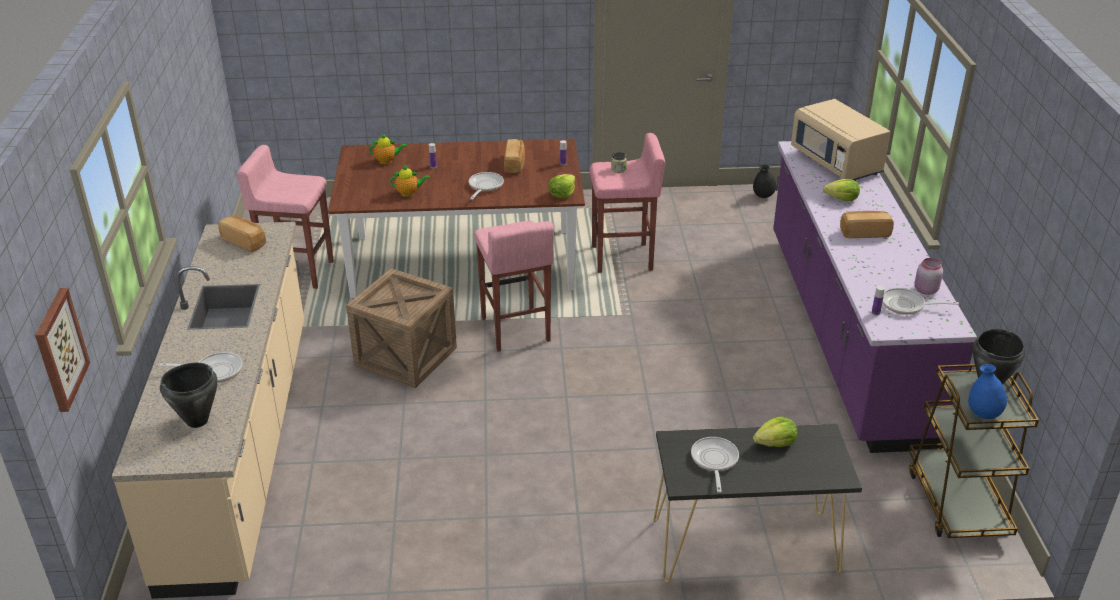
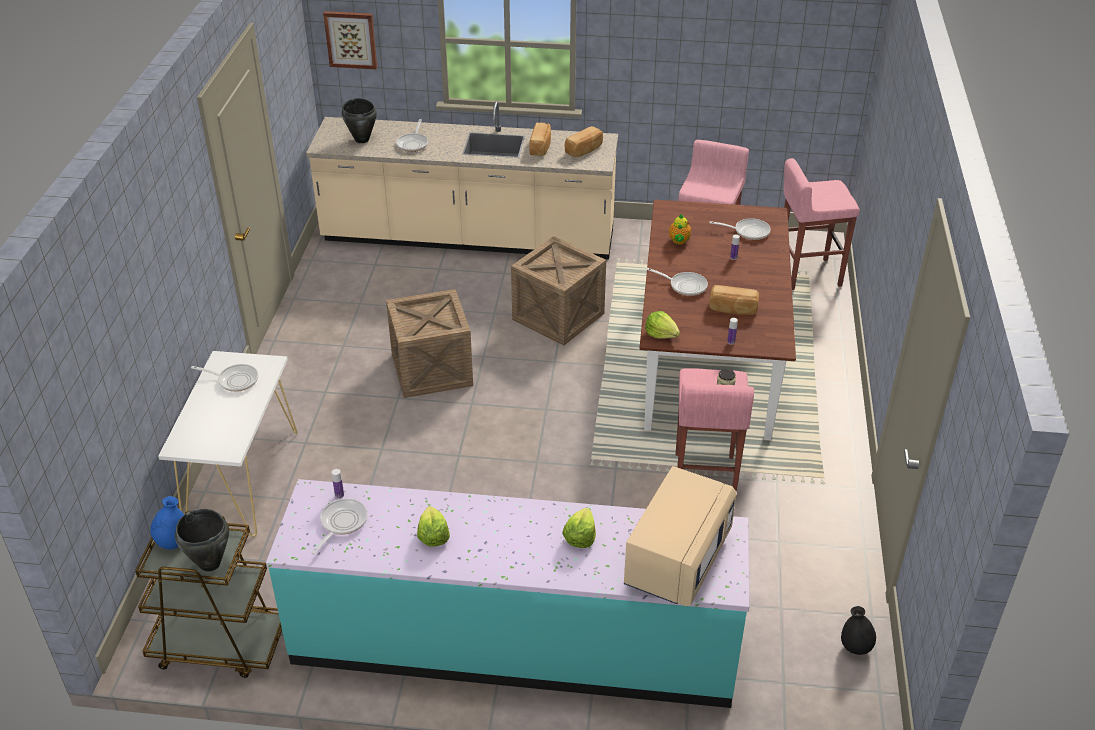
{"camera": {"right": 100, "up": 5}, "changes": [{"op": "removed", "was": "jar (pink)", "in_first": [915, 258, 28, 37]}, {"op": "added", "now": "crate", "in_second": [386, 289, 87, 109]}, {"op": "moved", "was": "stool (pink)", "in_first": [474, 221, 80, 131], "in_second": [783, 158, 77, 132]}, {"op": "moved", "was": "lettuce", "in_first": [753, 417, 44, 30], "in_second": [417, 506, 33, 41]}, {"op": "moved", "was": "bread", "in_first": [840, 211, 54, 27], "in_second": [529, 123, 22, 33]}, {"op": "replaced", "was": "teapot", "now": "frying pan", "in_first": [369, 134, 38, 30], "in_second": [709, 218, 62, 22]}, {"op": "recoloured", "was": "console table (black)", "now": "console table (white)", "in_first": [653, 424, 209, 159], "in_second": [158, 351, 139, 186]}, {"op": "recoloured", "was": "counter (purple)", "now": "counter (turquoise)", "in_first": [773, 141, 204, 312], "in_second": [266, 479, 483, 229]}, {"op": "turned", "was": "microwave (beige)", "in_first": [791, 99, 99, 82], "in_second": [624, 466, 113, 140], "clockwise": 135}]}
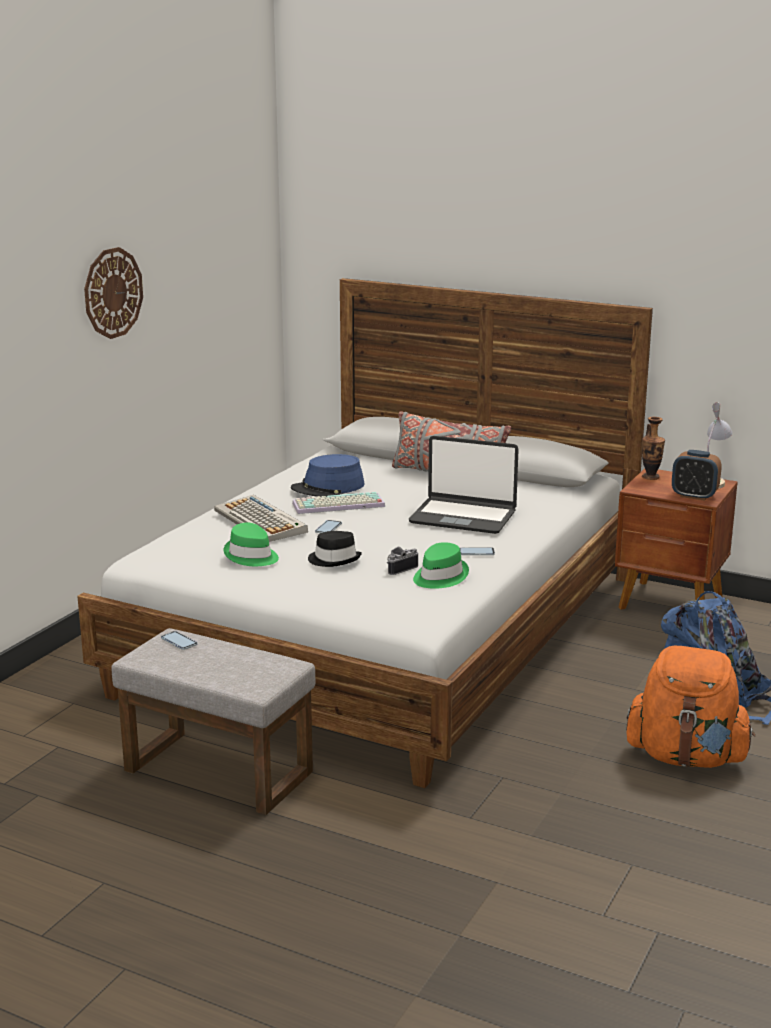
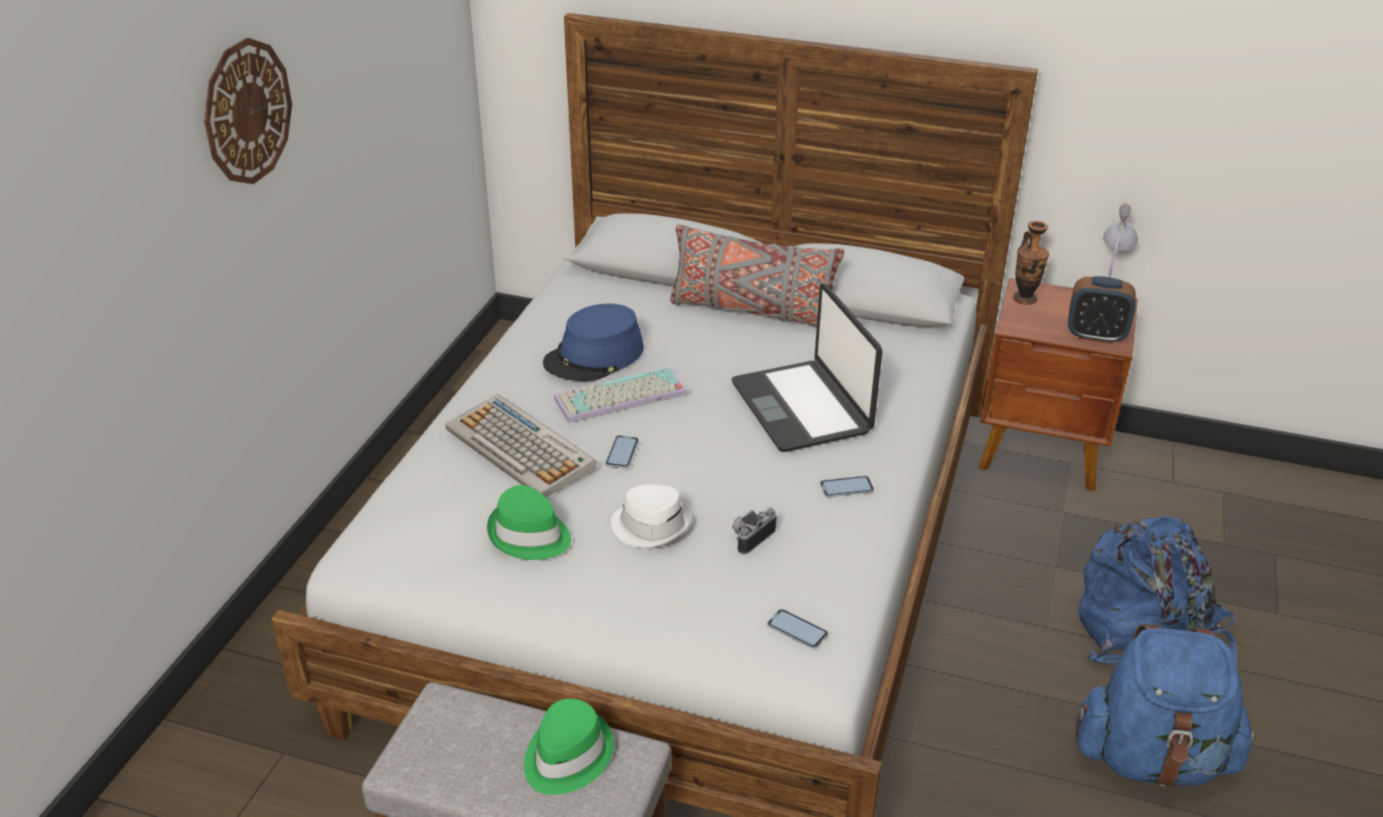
{"camera": {"right": -10, "up": 15}, "changes": [{"op": "moved", "was": "phone", "in_first": [161, 631, 37, 19], "in_second": [767, 609, 61, 40]}, {"op": "moved", "was": "hat (green)", "in_first": [413, 542, 56, 46], "in_second": [524, 699, 90, 96]}, {"op": "recoloured", "was": "hat (black)", "now": "hat (white)", "in_first": [308, 531, 54, 36], "in_second": [611, 484, 81, 64]}, {"op": "recoloured", "was": "backpack (orange)", "now": "backpack (blue)", "in_first": [626, 646, 129, 122], "in_second": [1075, 624, 181, 162]}, {"op": "turned", "was": "laptop", "in_first": [409, 436, 110, 98], "in_second": [732, 283, 150, 169], "clockwise": 60}]}
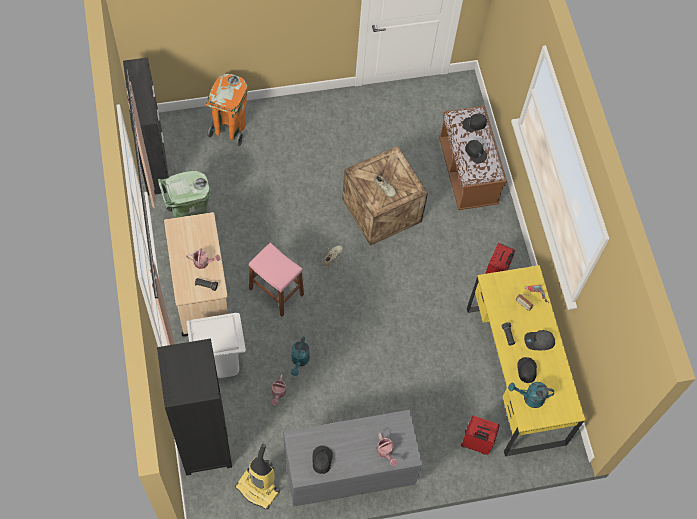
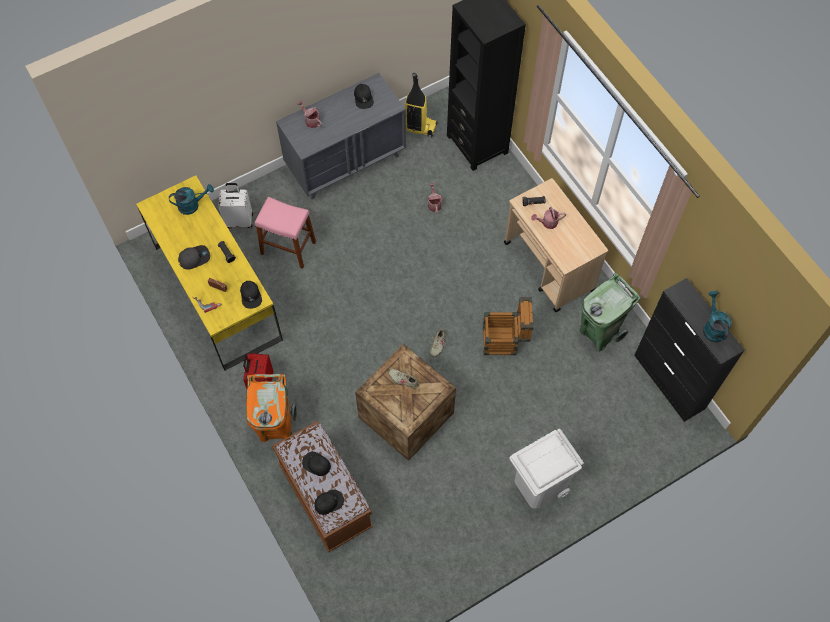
{"camera": {"right": 165, "up": 0}, "changes": [{"op": "added", "now": "crate", "in_second": [483, 297, 51, 58]}, {"op": "moved", "was": "trash can (white)", "in_first": [186, 313, 60, 65], "in_second": [509, 429, 75, 80]}, {"op": "moved", "was": "trash can (orange)", "in_first": [205, 74, 43, 73], "in_second": [246, 374, 51, 68]}, {"op": "moved", "was": "stool (pink)", "in_first": [249, 243, 55, 73], "in_second": [255, 197, 61, 72]}, {"op": "moved", "was": "watering can (turquoise)", "in_first": [291, 336, 19, 40], "in_second": [703, 291, 28, 51]}, {"op": "moved", "was": "cap (black)", "in_first": [518, 357, 19, 26], "in_second": [240, 281, 22, 28]}, {"op": "recoloured", "was": "suitcase (red)", "now": "suitcase (white)", "in_first": [461, 416, 39, 39], "in_second": [218, 183, 35, 46]}]}
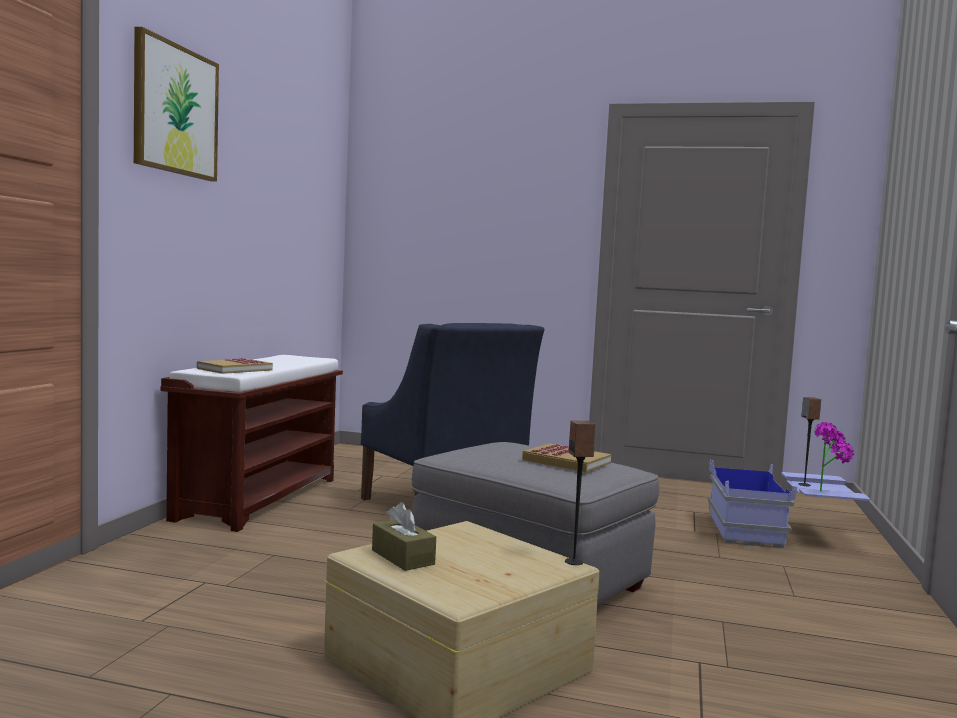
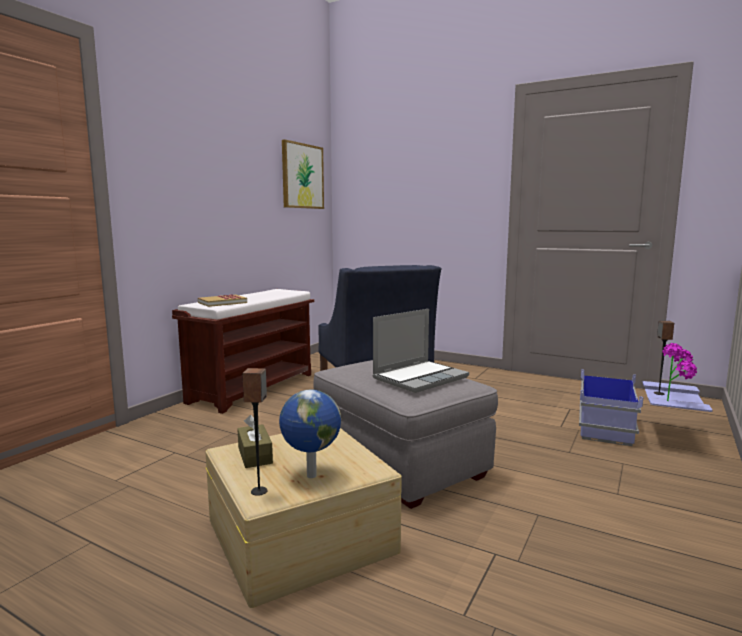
{"camera": {"right": 15, "up": 5}, "changes": [{"op": "added", "now": "globe", "in_second": [279, 390, 62, 88]}, {"op": "moved", "was": "picture", "in_first": [134, 27, 85, 154], "in_second": [282, 139, 42, 70]}, {"op": "moved", "was": "speaker", "in_first": [565, 421, 31, 144], "in_second": [243, 368, 24, 128]}, {"op": "replaced", "was": "book", "now": "laptop", "in_first": [522, 443, 89, 30], "in_second": [372, 309, 97, 84]}]}
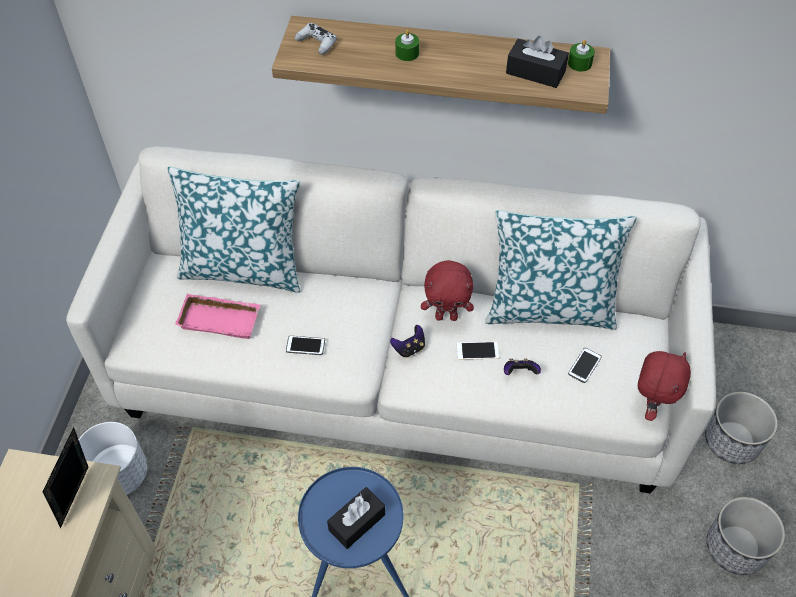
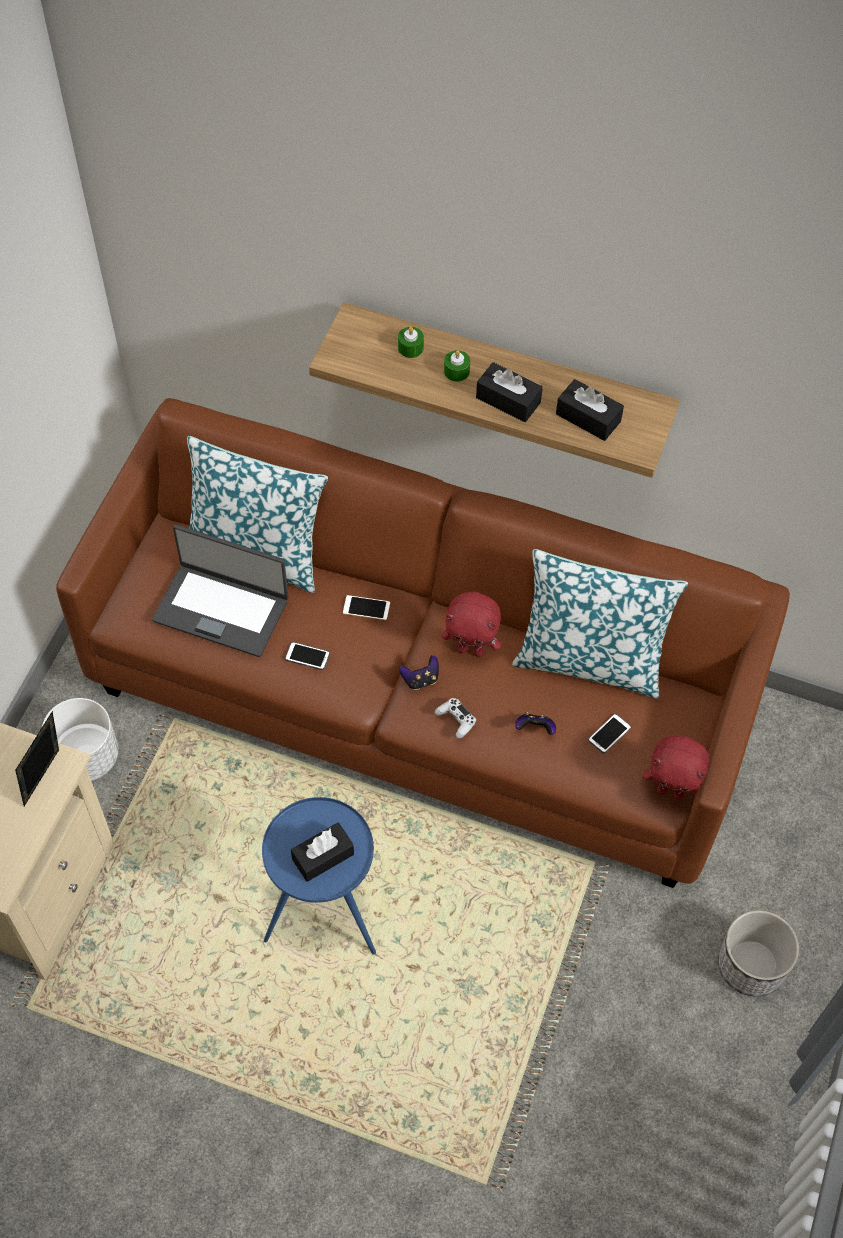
{"camera": {"right": 10, "up": 5}, "changes": [{"op": "removed", "was": "planter", "in_first": [705, 392, 73, 72]}, {"op": "added", "now": "tissue box (black)", "in_second": [476, 362, 67, 60]}, {"op": "moved", "was": "game controller (white)", "in_first": [295, 23, 42, 32], "in_second": [434, 698, 42, 41]}, {"op": "moved", "was": "phone", "in_first": [457, 342, 42, 18], "in_second": [343, 595, 47, 25]}, {"op": "moved", "was": "candle (green)", "in_first": [568, 40, 27, 32], "in_second": [398, 327, 26, 31]}, {"op": "replaced", "was": "tray (pink)", "now": "laptop", "in_first": [175, 294, 85, 45], "in_second": [152, 524, 136, 133]}, {"op": "recoloured", "was": "sofa (white)", "now": "sofa (brown)", "in_first": [66, 146, 650, 347], "in_second": [56, 398, 734, 490]}, {"op": "turned", "was": "plush toy (red)", "in_first": [638, 351, 53, 70], "in_second": [643, 735, 66, 65], "clockwise": 75}]}
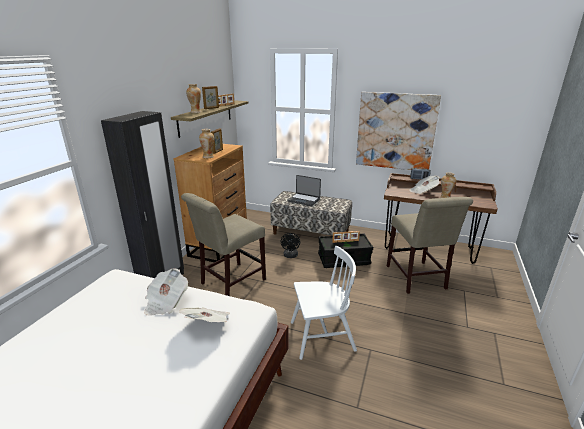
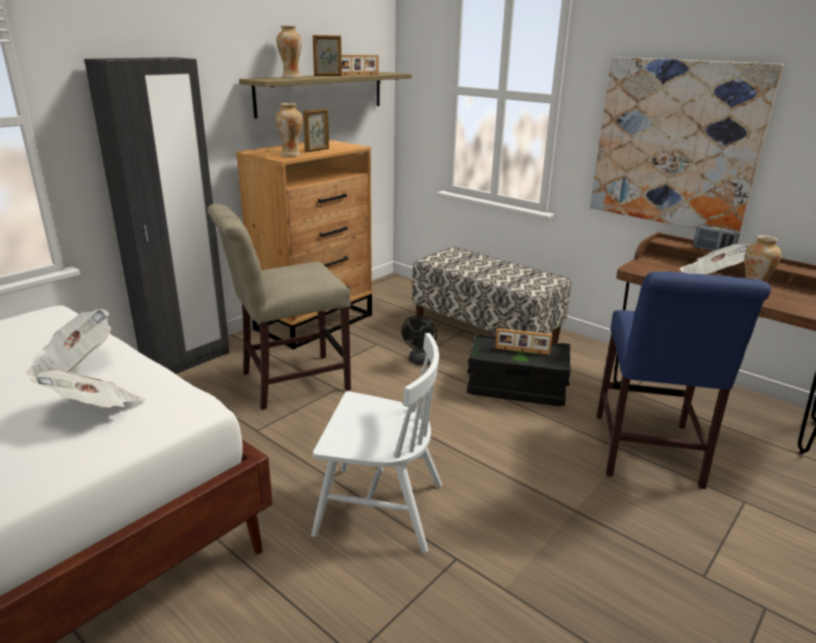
{"camera": {"right": 20, "up": 0}, "changes": [{"op": "removed", "was": "laptop", "in_first": [287, 175, 34, 31]}, {"op": "recoloured", "was": "chair (beige)", "now": "chair (blue)", "in_first": [387, 197, 86, 97], "in_second": [597, 271, 174, 218]}]}
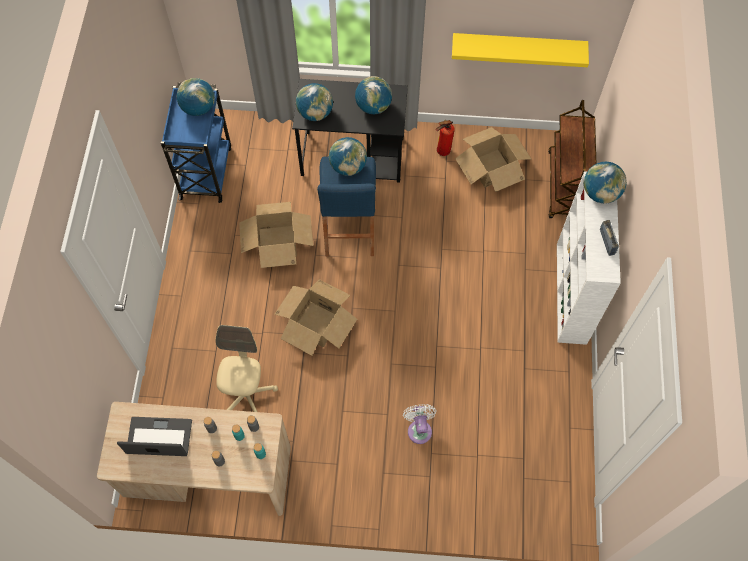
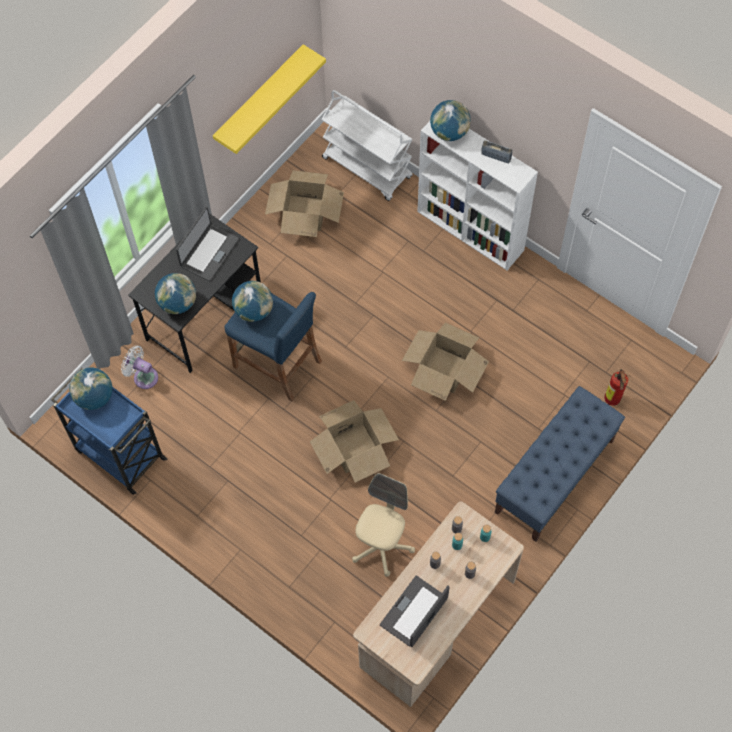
{"camera": {"right": -55, "up": 0}, "changes": [{"op": "added", "now": "bench (blue)", "in_second": [495, 386, 130, 156]}, {"op": "moved", "was": "cardboard box", "in_first": [239, 202, 75, 66], "in_second": [402, 322, 87, 79]}, {"op": "moved", "was": "fan (white)", "in_first": [403, 404, 33, 40], "in_second": [121, 346, 37, 43]}, {"op": "moved", "was": "fire extinguisher", "in_first": [435, 120, 20, 36], "in_second": [604, 369, 25, 37]}, {"op": "replaced", "was": "globe", "now": "laptop", "in_first": [355, 76, 37, 38], "in_second": [176, 207, 63, 74]}, {"op": "recoloured", "was": "cart (brown)", "now": "cart (white)", "in_first": [548, 100, 48, 118], "in_second": [322, 90, 91, 111]}, {"op": "turned", "was": "office chair (beige)", "in_first": [216, 325, 62, 87], "in_second": [352, 473, 63, 104], "clockwise": 75}]}
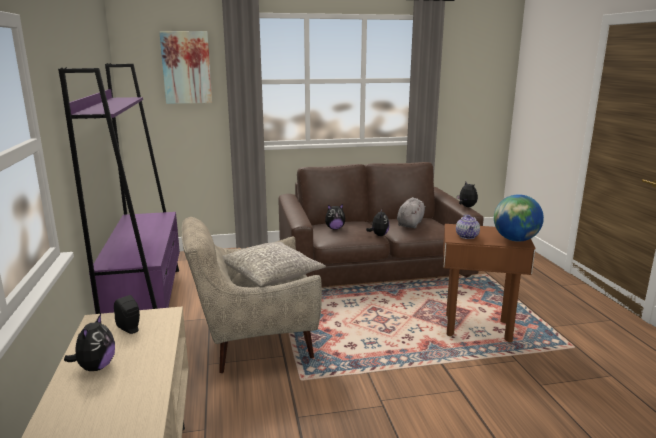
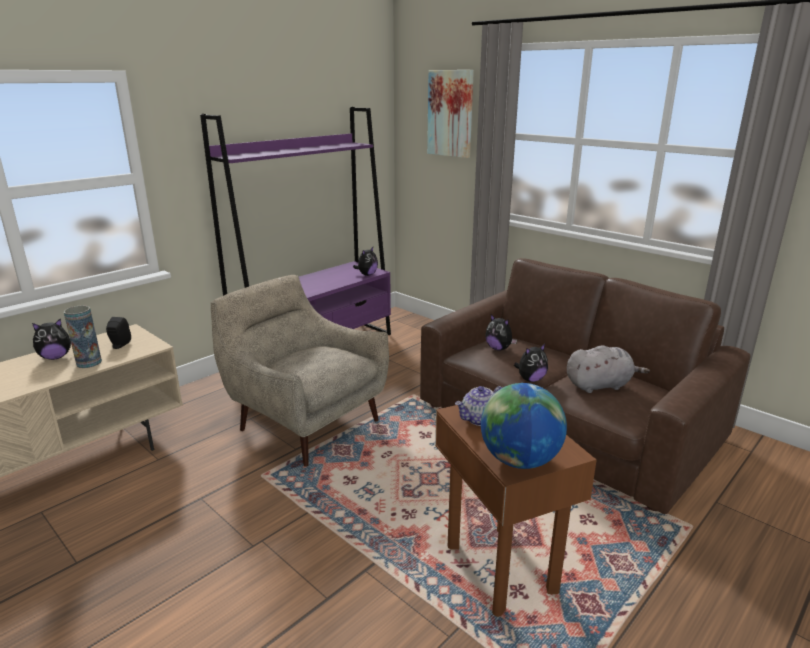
{"camera": {"right": 55, "up": 5}, "changes": [{"op": "removed", "was": "pillow (grey)", "in_first": [222, 242, 104, 45]}, {"op": "added", "now": "vase", "in_second": [63, 305, 39, 63]}, {"op": "moved", "was": "plush toy", "in_first": [457, 182, 21, 25], "in_second": [353, 247, 25, 29]}]}
